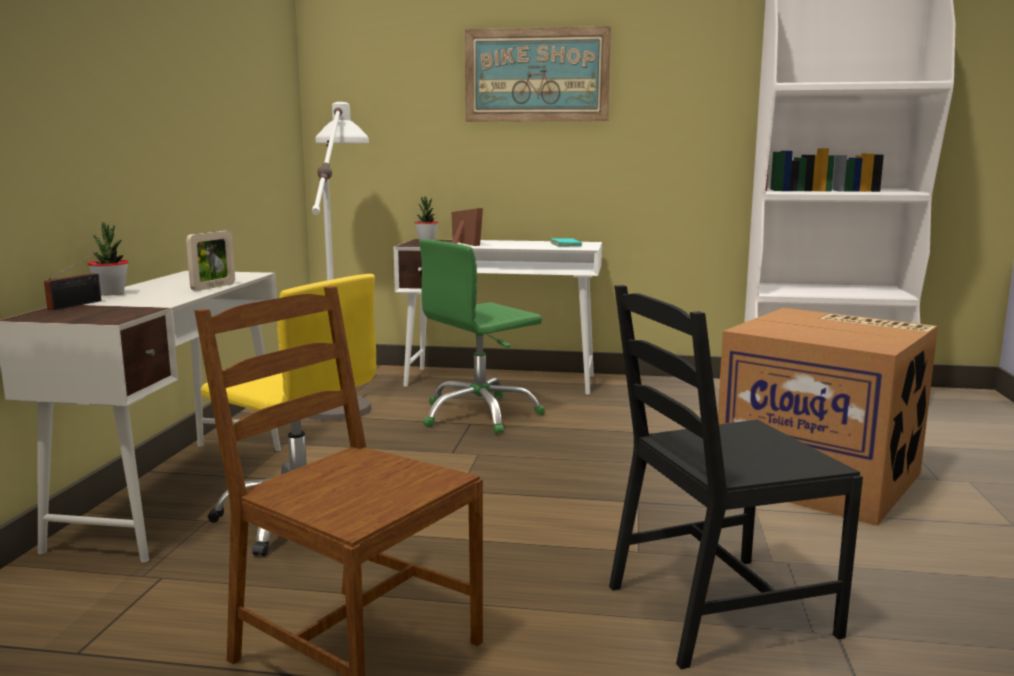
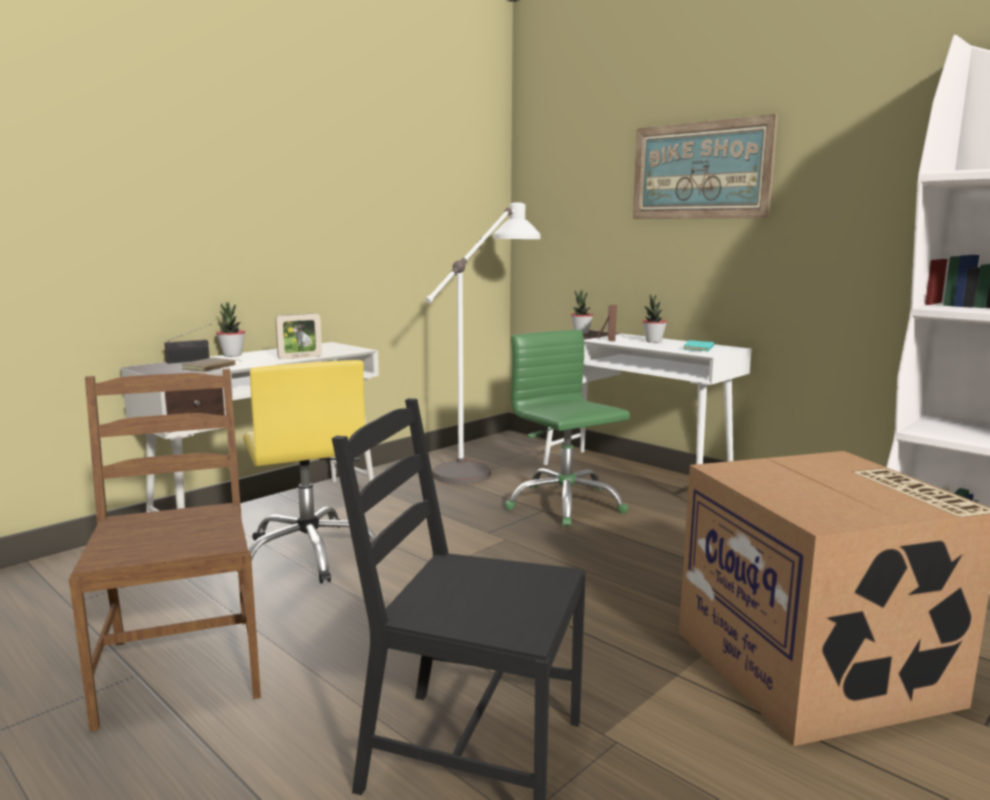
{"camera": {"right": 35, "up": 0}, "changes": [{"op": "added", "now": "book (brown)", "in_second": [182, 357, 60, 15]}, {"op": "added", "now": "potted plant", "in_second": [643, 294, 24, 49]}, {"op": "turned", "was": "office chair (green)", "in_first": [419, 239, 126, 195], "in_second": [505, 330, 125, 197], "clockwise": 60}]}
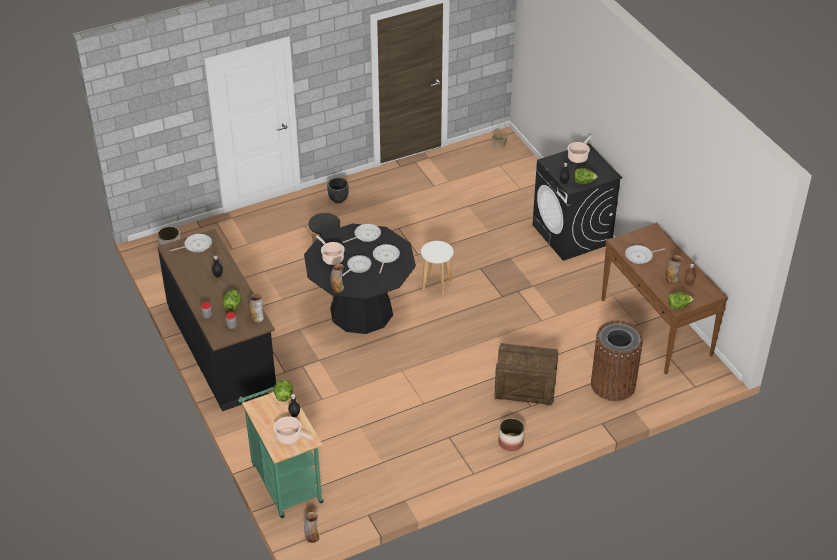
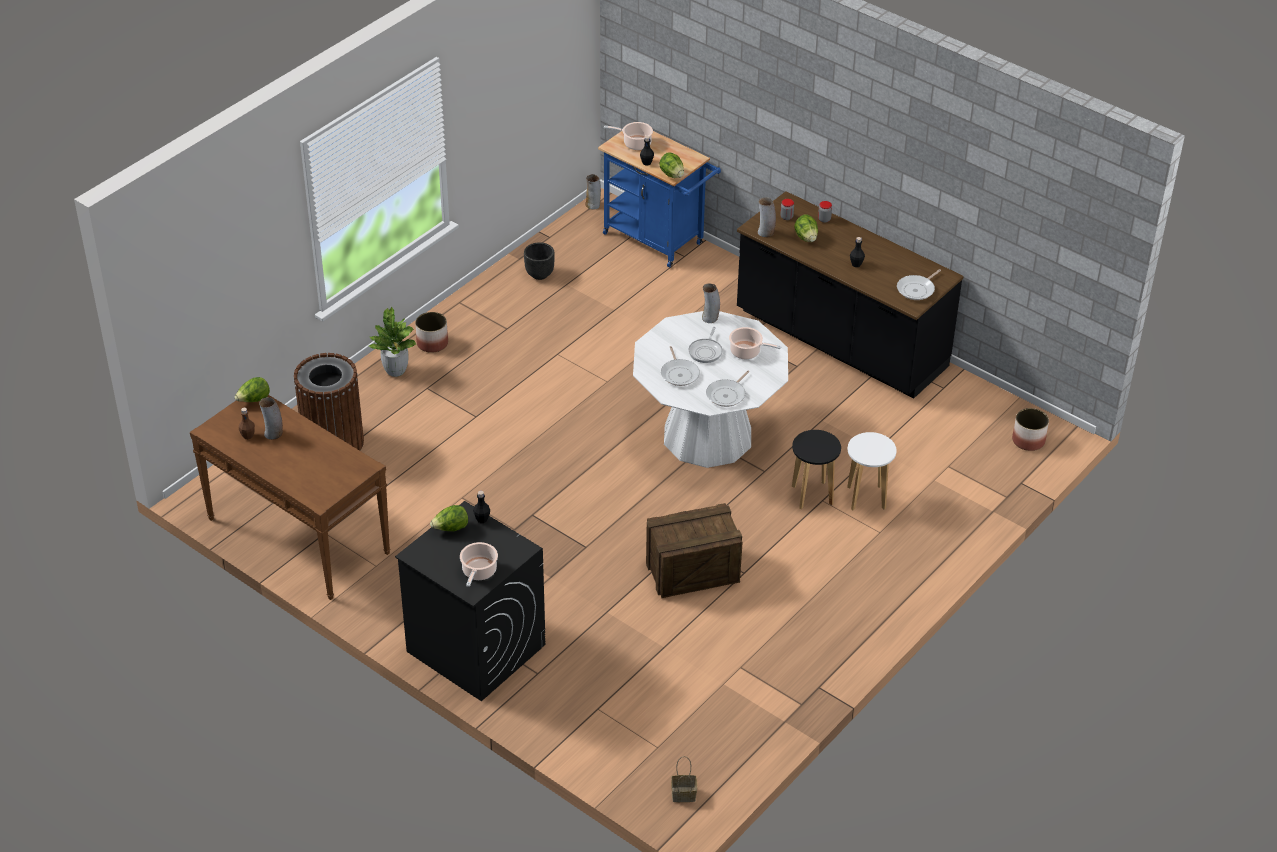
{"camera": {"right": 155, "up": 0}, "changes": [{"op": "removed", "was": "frying pan", "in_first": [625, 245, 41, 19]}, {"op": "added", "now": "potted plant", "in_second": [367, 307, 49, 70]}, {"op": "moved", "was": "planter (black)", "in_first": [327, 177, 22, 26], "in_second": [524, 242, 31, 38]}, {"op": "moved", "was": "stool (white)", "in_first": [421, 241, 32, 54], "in_second": [847, 432, 50, 78]}, {"op": "moved", "was": "crate", "in_first": [494, 343, 65, 62], "in_second": [646, 503, 97, 95]}, {"op": "recoloured", "was": "cart (green)", "now": "cart (blue)", "in_first": [238, 387, 86, 132], "in_second": [598, 131, 123, 137]}, {"op": "recoloured", "was": "dining table (black)", "now": "dining table (white)", "in_first": [304, 223, 112, 111], "in_second": [633, 311, 155, 157]}]}
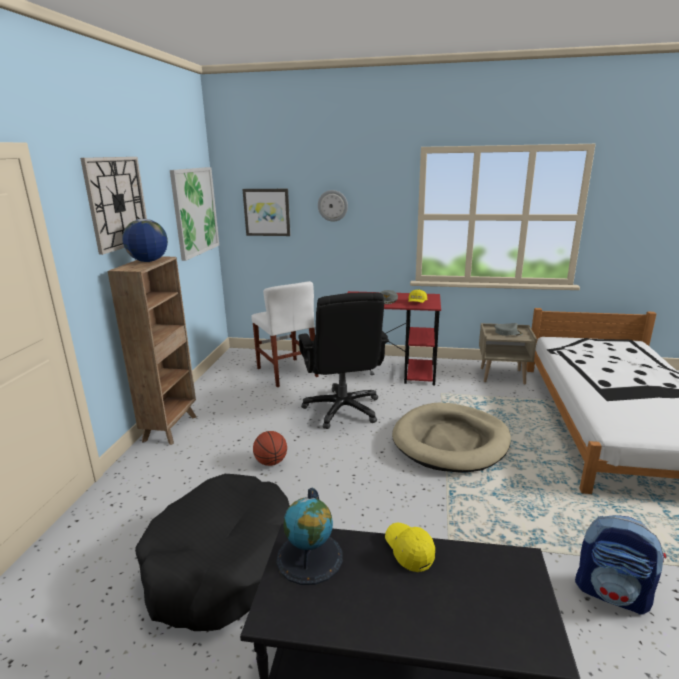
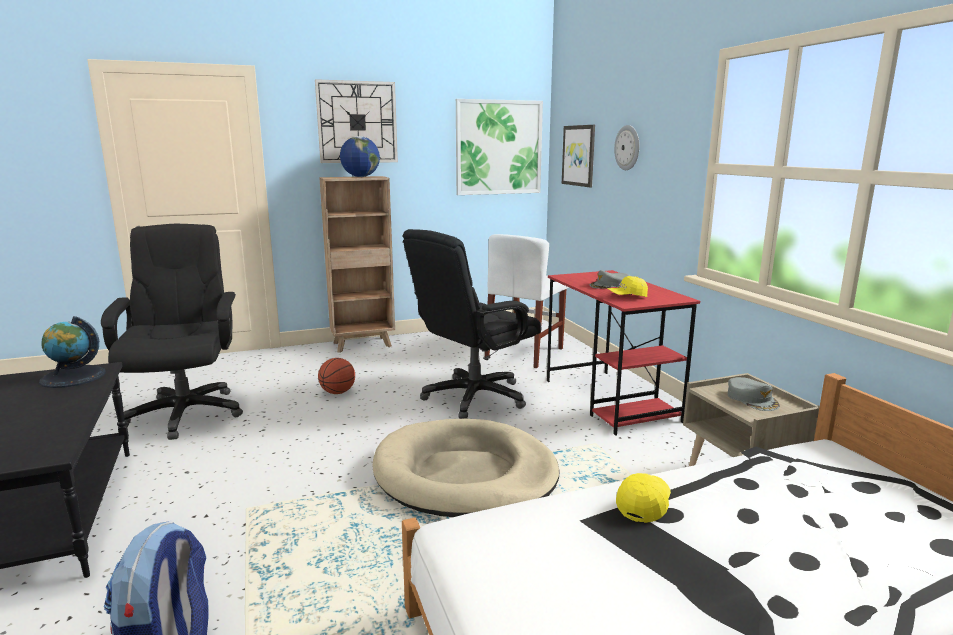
{"camera": {"right": 60, "up": -5}, "changes": [{"op": "moved", "was": "cap (yellow)", "in_first": [385, 523, 50, 49], "in_second": [616, 473, 55, 50]}, {"op": "replaced", "was": "dog bed (black)", "now": "office chair (black)", "in_first": [135, 474, 155, 157], "in_second": [101, 224, 142, 216]}]}
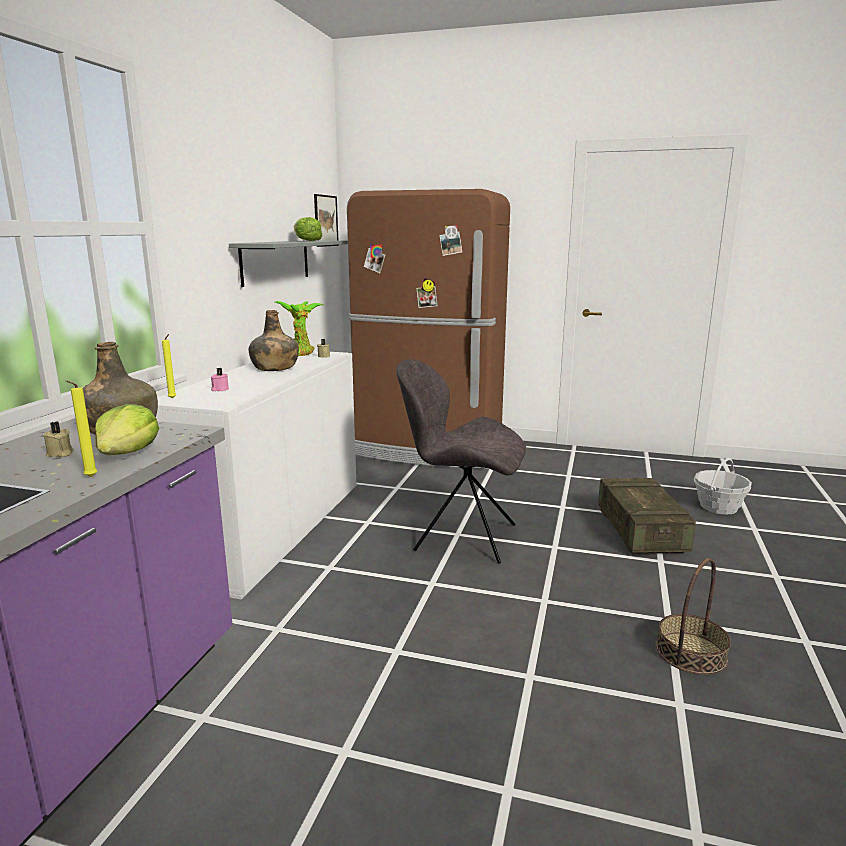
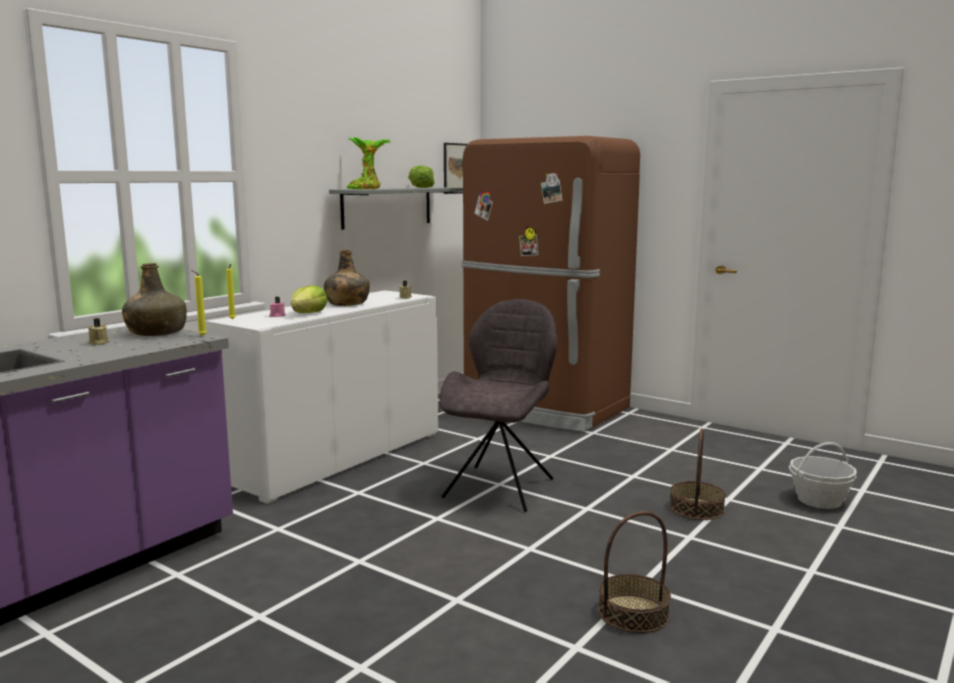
{"camera": {"right": 20, "up": -5}, "changes": [{"op": "moved", "was": "candle (yellow)", "in_first": [66, 380, 31, 97], "in_second": [191, 270, 15, 66]}, {"op": "moved", "was": "lettuce", "in_first": [95, 404, 64, 51], "in_second": [291, 285, 37, 28]}, {"op": "moved", "was": "potted plant", "in_first": [275, 301, 48, 55], "in_second": [347, 137, 44, 52]}, {"op": "replaced", "was": "crate", "now": "basket", "in_first": [598, 478, 98, 76], "in_second": [669, 428, 57, 92]}, {"op": "turned", "was": "chair (grey)", "in_first": [396, 359, 130, 205], "in_second": [440, 299, 117, 213], "clockwise": 75}]}
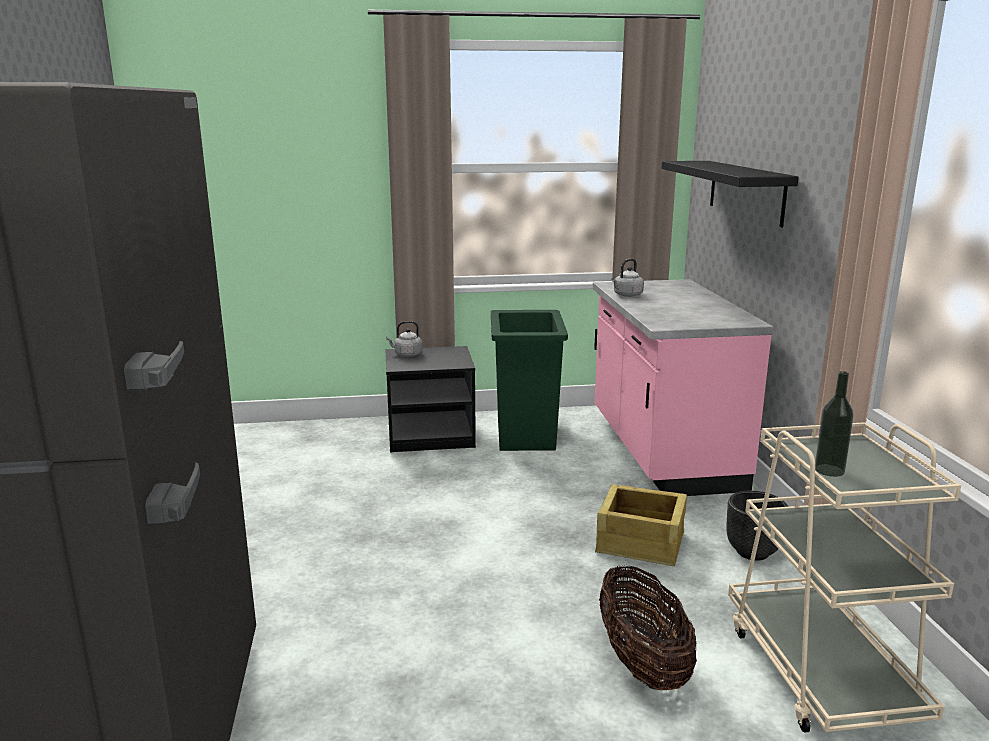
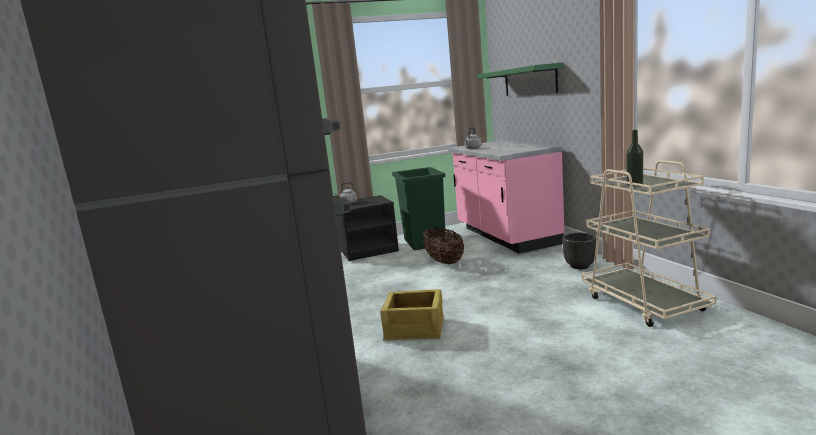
{"camera": {"right": -10, "up": -5}, "changes": [{"op": "moved", "was": "crate", "in_first": [595, 484, 92, 82], "in_second": [380, 289, 64, 52]}, {"op": "moved", "was": "basket", "in_first": [599, 565, 98, 125], "in_second": [423, 228, 41, 37]}, {"op": "recoloured", "was": "shelf (black)", "now": "shelf (green)", "in_first": [662, 161, 137, 66], "in_second": [477, 62, 87, 34]}]}
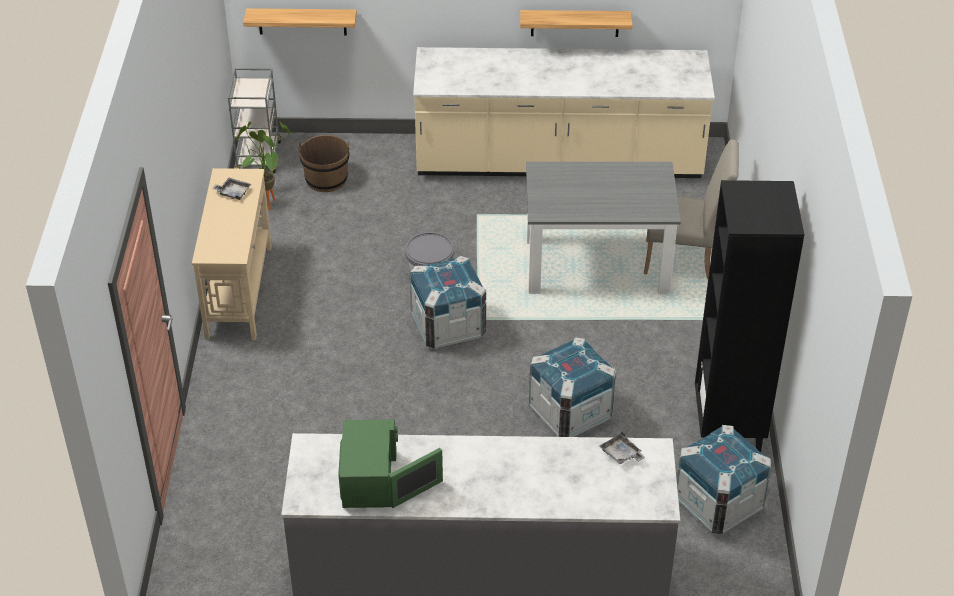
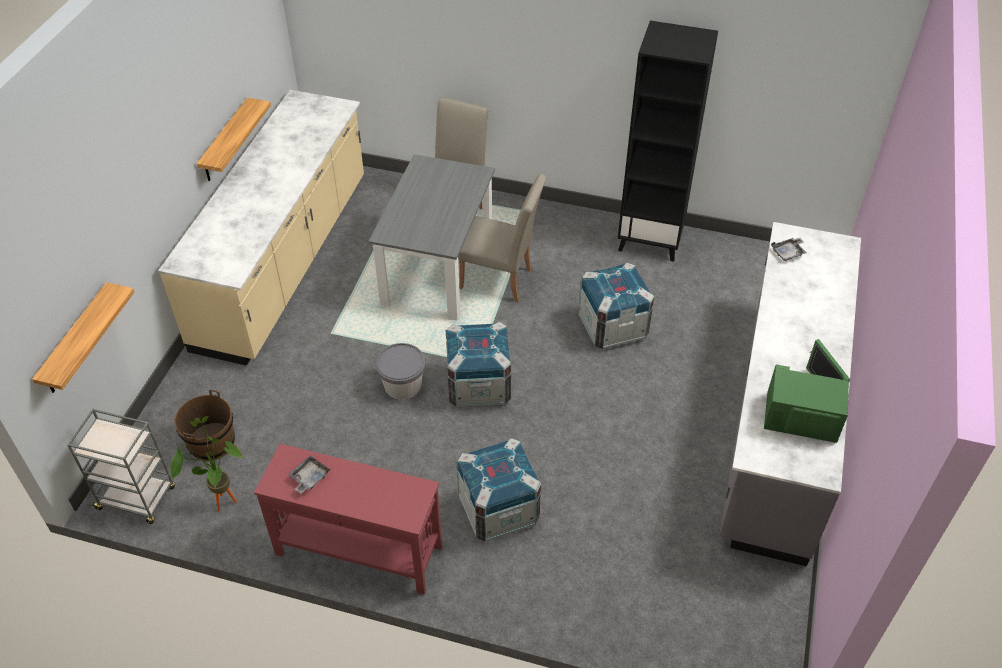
{"camera": {"right": -75, "up": 5}, "changes": [{"op": "added", "now": "chair (beige)", "in_second": [458, 174, 89, 128]}, {"op": "moved", "was": "crate", "in_first": [677, 425, 94, 110], "in_second": [457, 438, 84, 104]}, {"op": "recoloured", "was": "console table (beige)", "now": "console table (red)", "in_first": [192, 168, 80, 172], "in_second": [254, 444, 188, 151]}]}
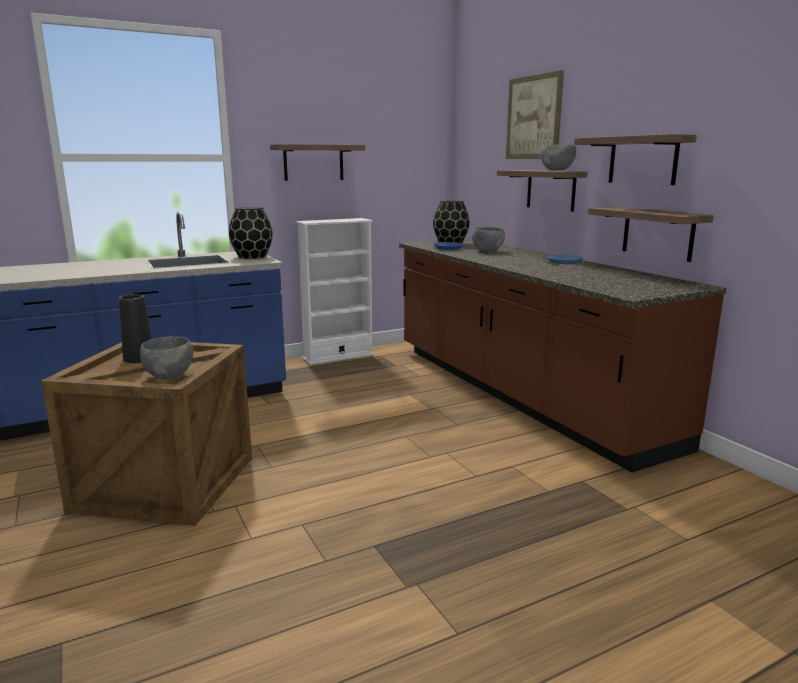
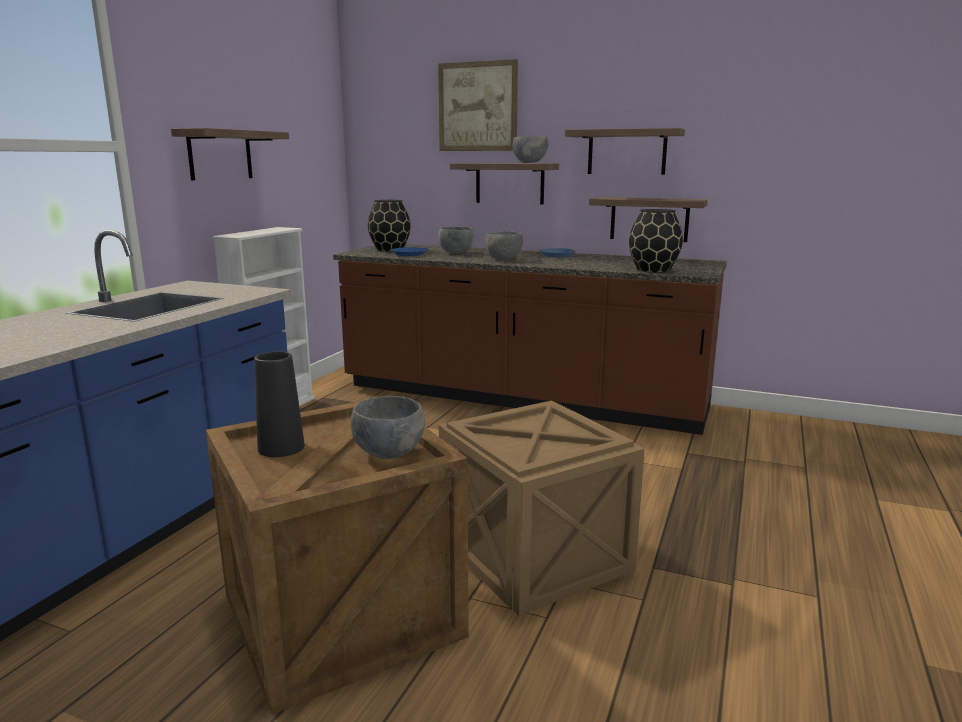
{"camera": {"right": -40, "up": 0}, "changes": [{"op": "added", "now": "crate", "in_second": [439, 401, 206, 215]}, {"op": "added", "now": "bowl (grey)", "in_second": [485, 231, 38, 29]}, {"op": "moved", "was": "vase (black)", "in_first": [229, 207, 44, 52], "in_second": [629, 209, 54, 63]}]}
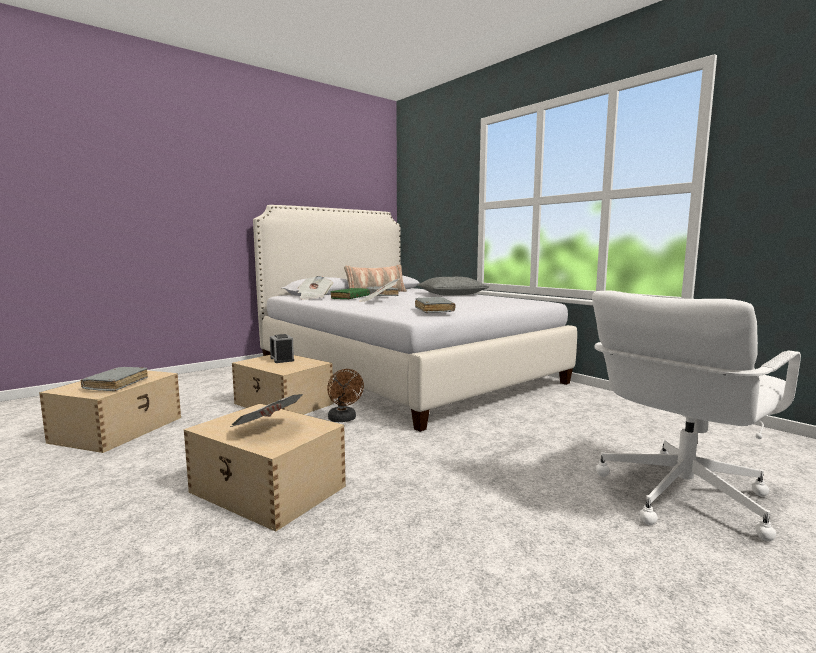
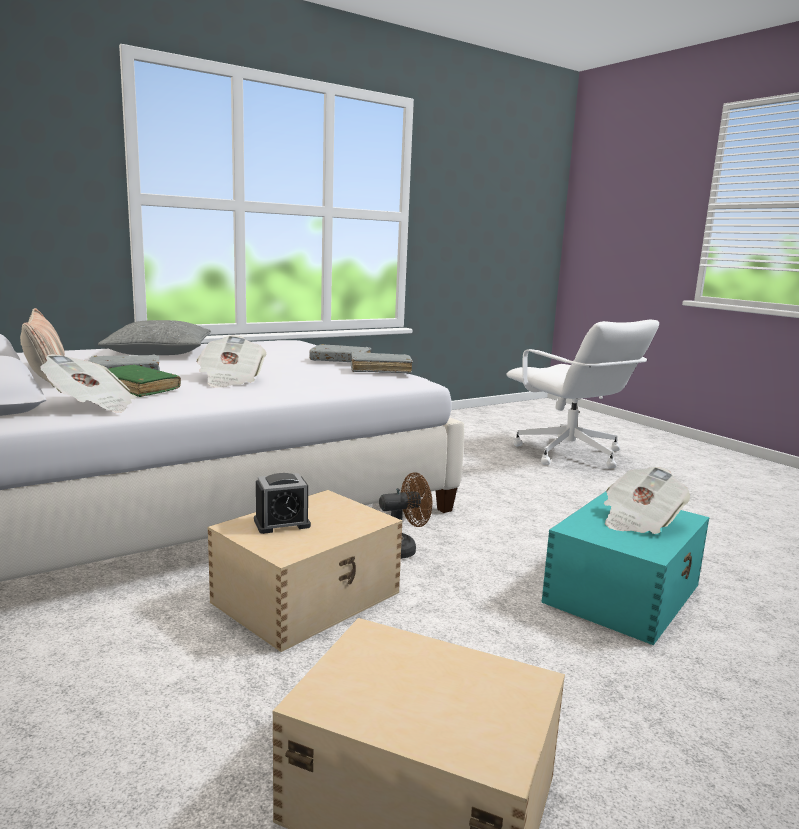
{"camera": {"right": -85, "up": 5}, "changes": [{"op": "moved", "was": "book (grey)", "in_first": [80, 367, 68, 24], "in_second": [309, 344, 62, 18]}, {"op": "recoloured", "was": "storage box (beige)", "now": "storage box (turquoise)", "in_first": [184, 404, 162, 128], "in_second": [541, 491, 169, 154]}]}
